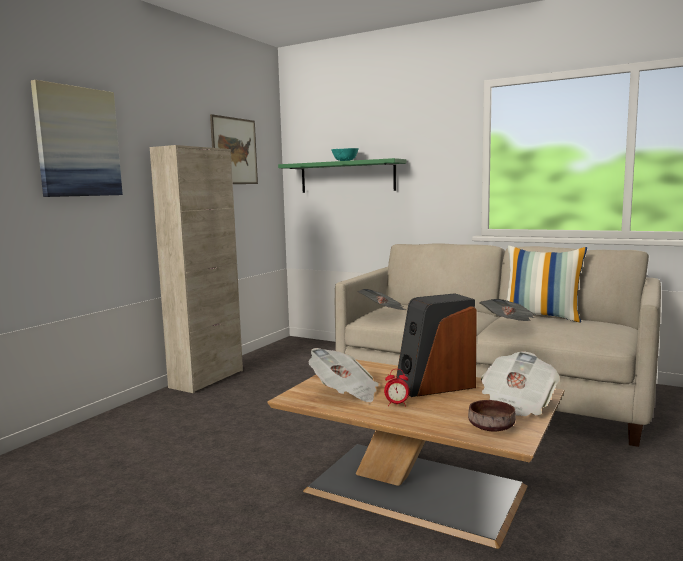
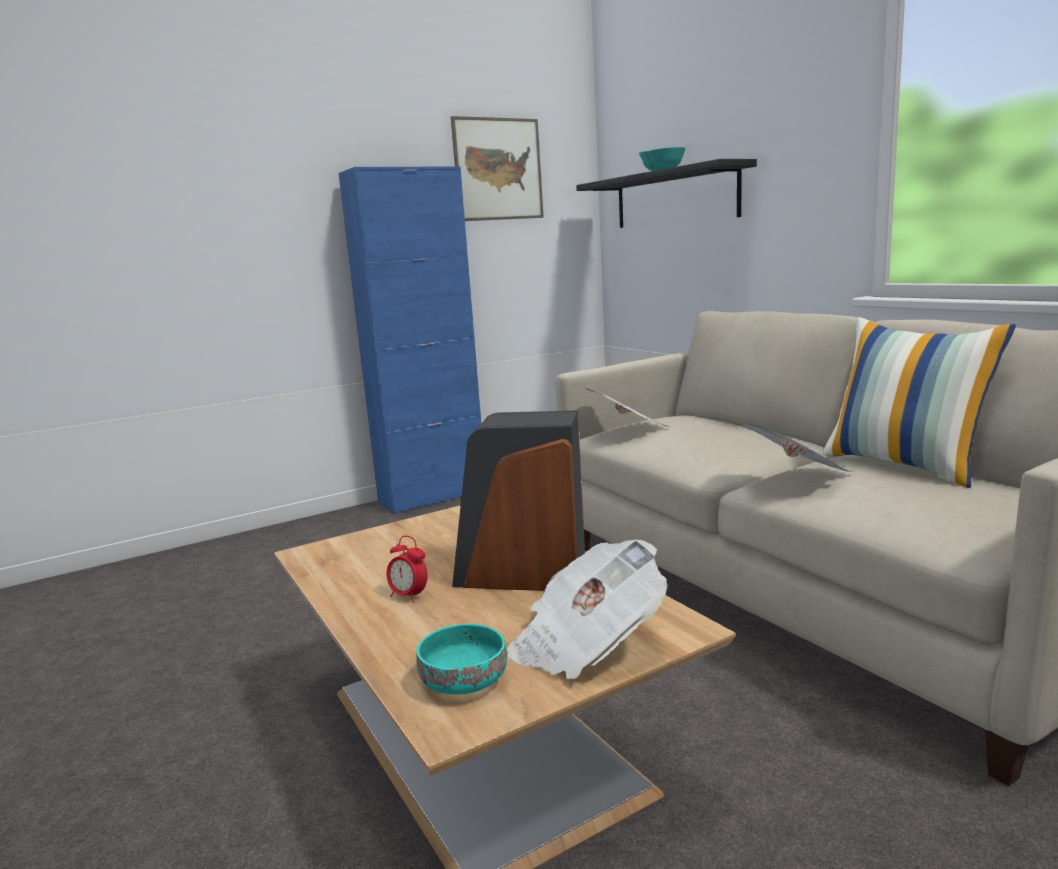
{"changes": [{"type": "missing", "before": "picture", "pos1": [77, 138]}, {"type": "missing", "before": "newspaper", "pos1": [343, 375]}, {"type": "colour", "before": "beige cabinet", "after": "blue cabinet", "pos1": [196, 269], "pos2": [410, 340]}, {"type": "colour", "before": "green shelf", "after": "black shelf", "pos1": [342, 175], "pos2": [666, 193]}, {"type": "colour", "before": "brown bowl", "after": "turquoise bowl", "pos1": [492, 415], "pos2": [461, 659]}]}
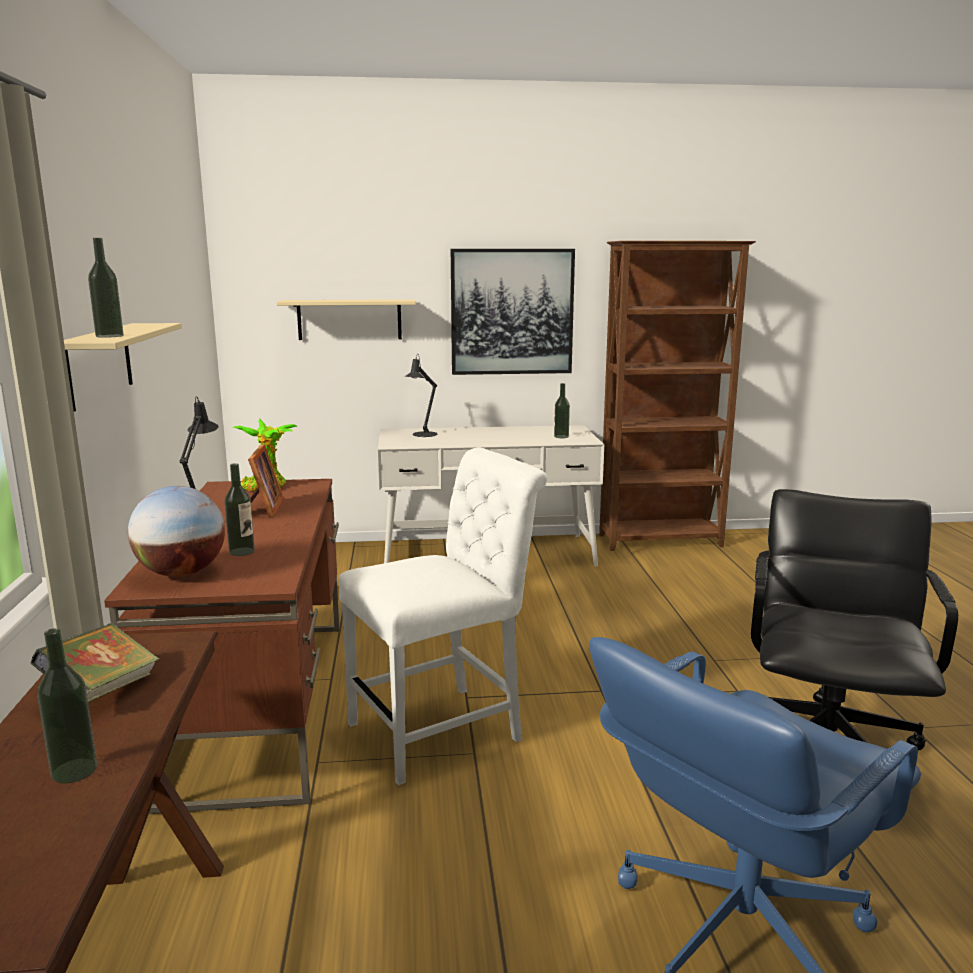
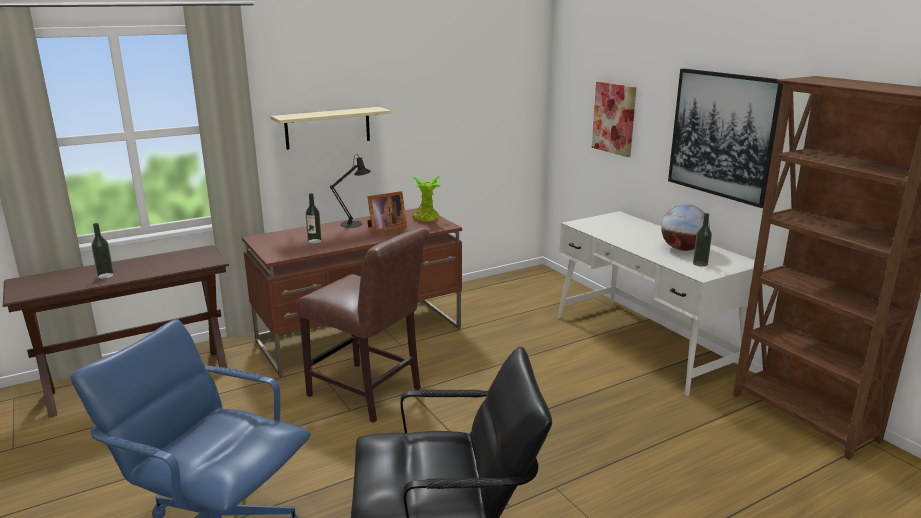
{"changes": [{"type": "missing", "before": "book", "pos1": [94, 663]}, {"type": "missing", "before": "bottle", "pos1": [106, 288]}, {"type": "missing", "before": "black table lamp", "pos1": [421, 395]}, {"type": "relocated", "before": "globe", "pos1": [176, 531], "pos2": [685, 227]}, {"type": "exchanged", "before": "beige shelf", "after": "picture", "pos1": [346, 319], "pos2": [614, 119]}, {"type": "colour", "before": "white chair", "after": "brown chair", "pos1": [443, 616], "pos2": [363, 325]}]}
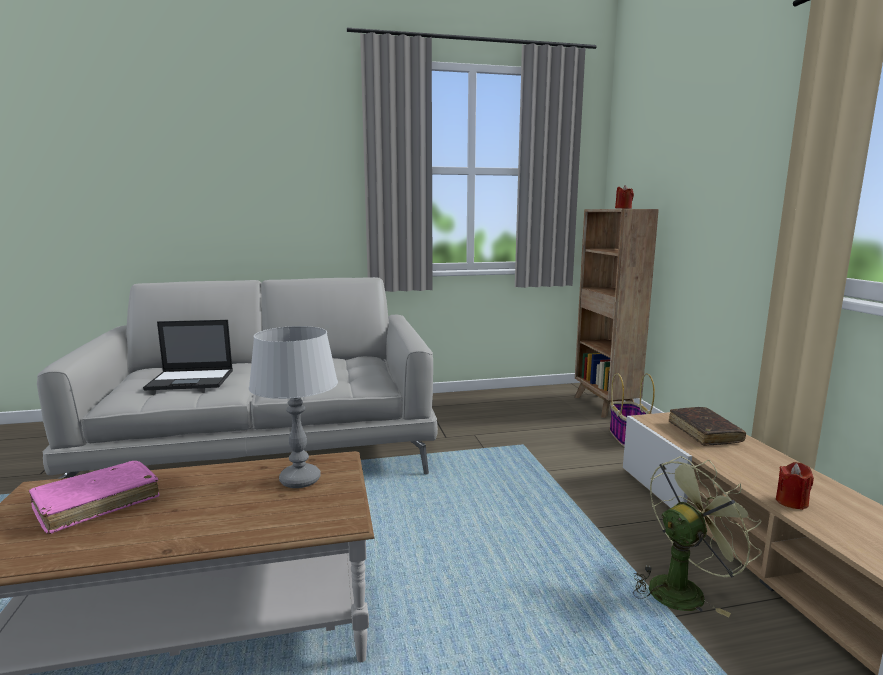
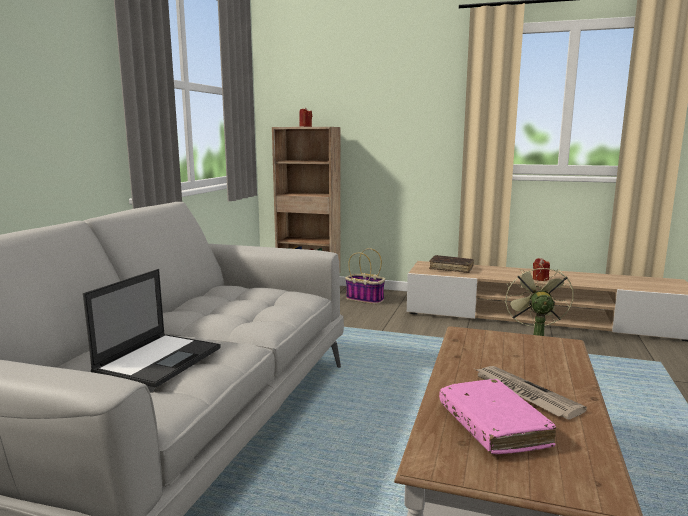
{"changes": [{"type": "missing", "before": "grey table lamp", "pos1": [293, 407]}, {"type": "appeared", "after": "newspaper", "pos2": [531, 393]}]}
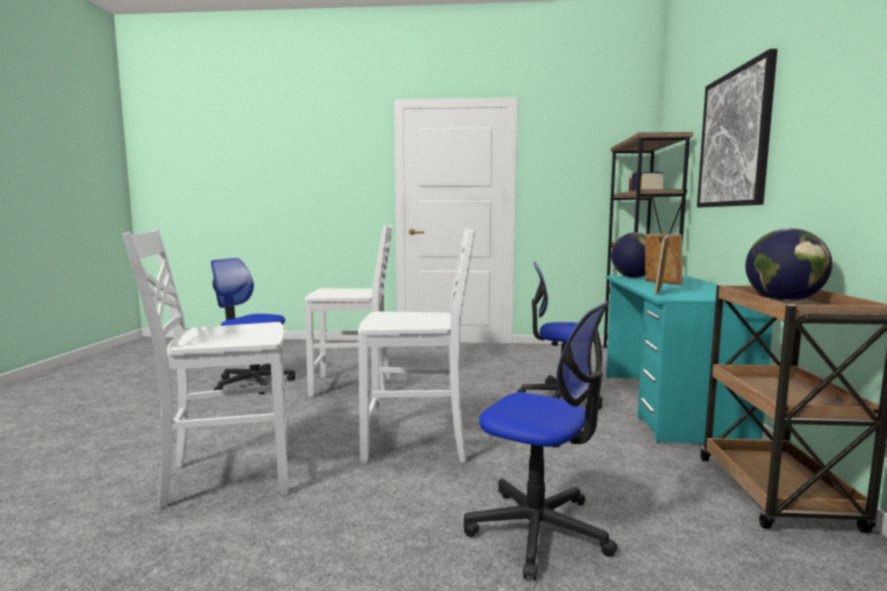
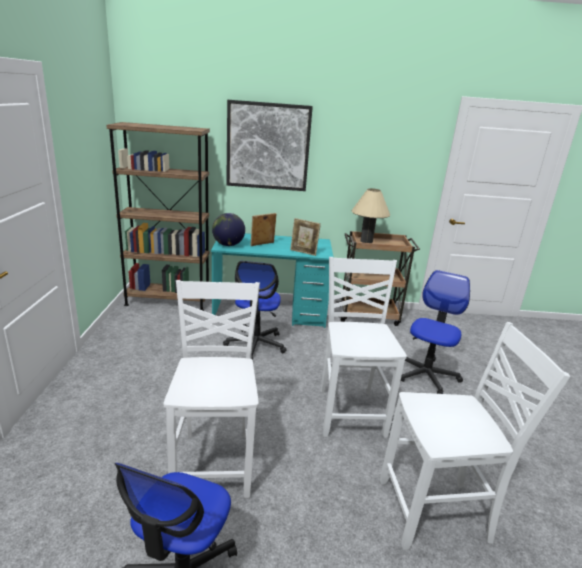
{"changes": [{"type": "exchanged", "before": "globe", "after": "beige table lamp", "pos1": [788, 264], "pos2": [370, 215]}, {"type": "spun", "before": "white chair", "pos1": [205, 369], "pos2": [475, 436], "turn": -75}]}
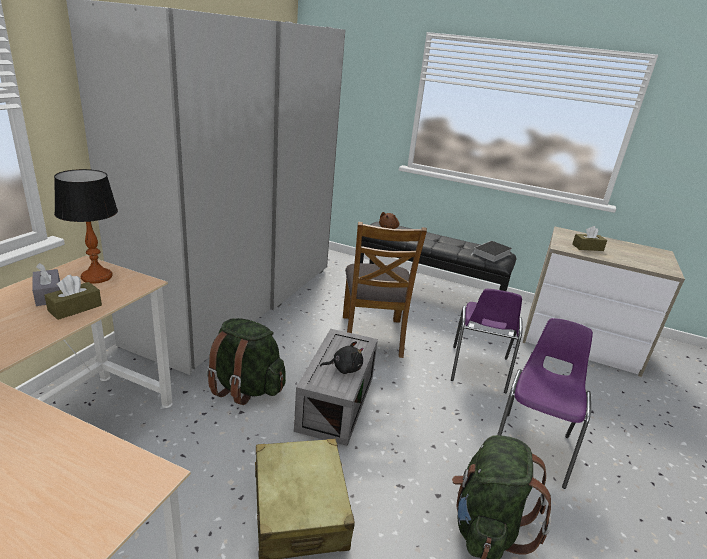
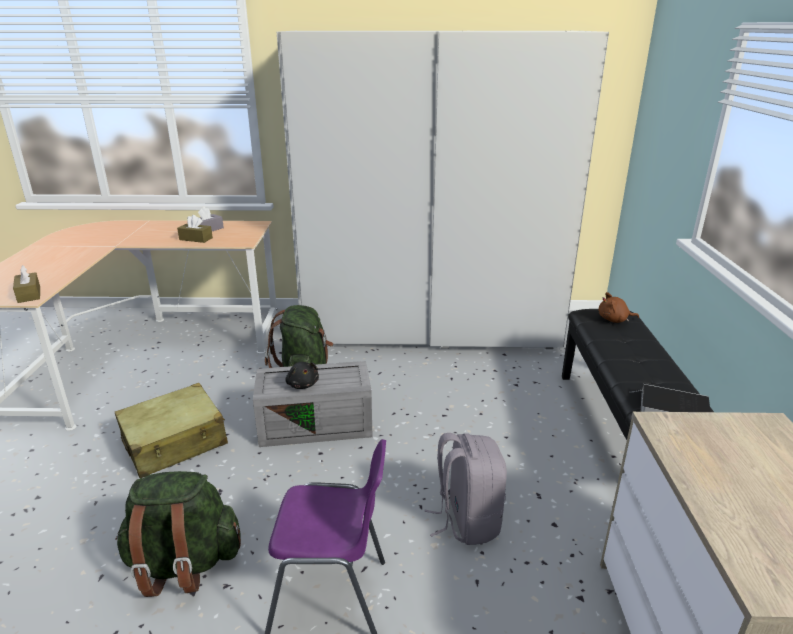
{"changes": [{"type": "missing", "before": "table lamp", "pos1": [86, 226]}, {"type": "missing", "before": "brown chair", "pos1": [385, 290]}, {"type": "relocated", "before": "brown tissue box", "pos1": [589, 238], "pos2": [26, 284]}, {"type": "exchanged", "before": "purple chair", "after": "grey backpack", "pos1": [487, 341], "pos2": [465, 489]}]}
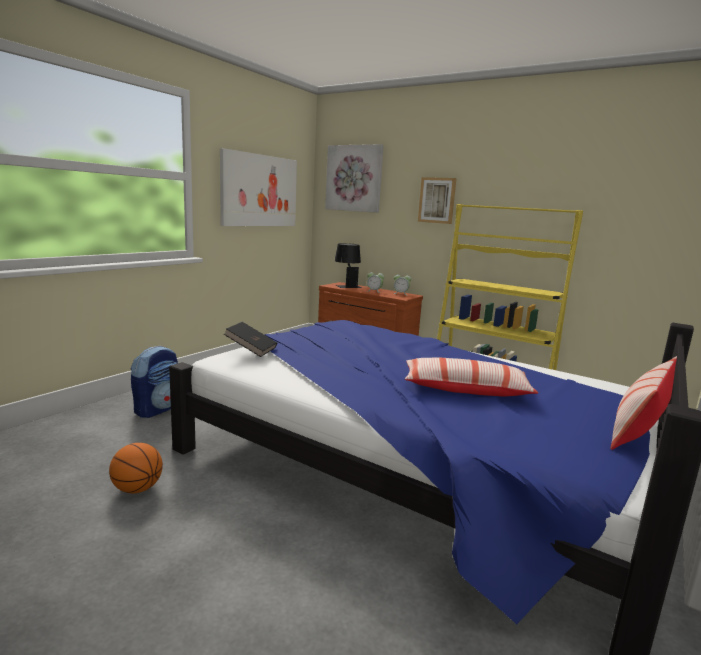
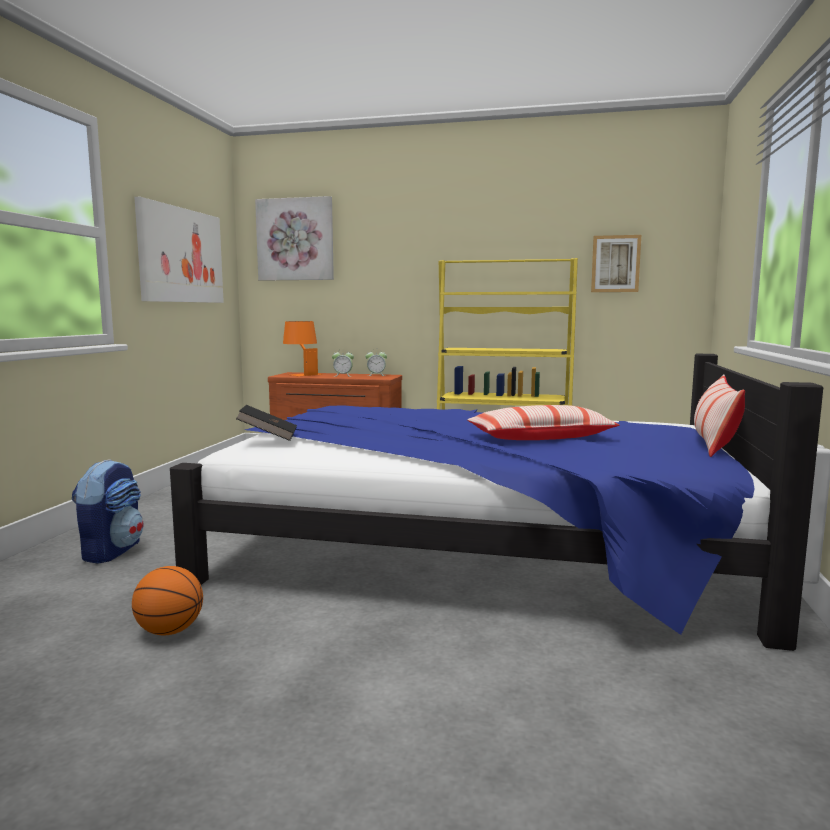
{"changes": [{"type": "relocated", "before": "picture", "pos1": [437, 200], "pos2": [616, 263]}, {"type": "colour", "before": "black table lamp", "after": "orange table lamp", "pos1": [348, 265], "pos2": [303, 348]}]}
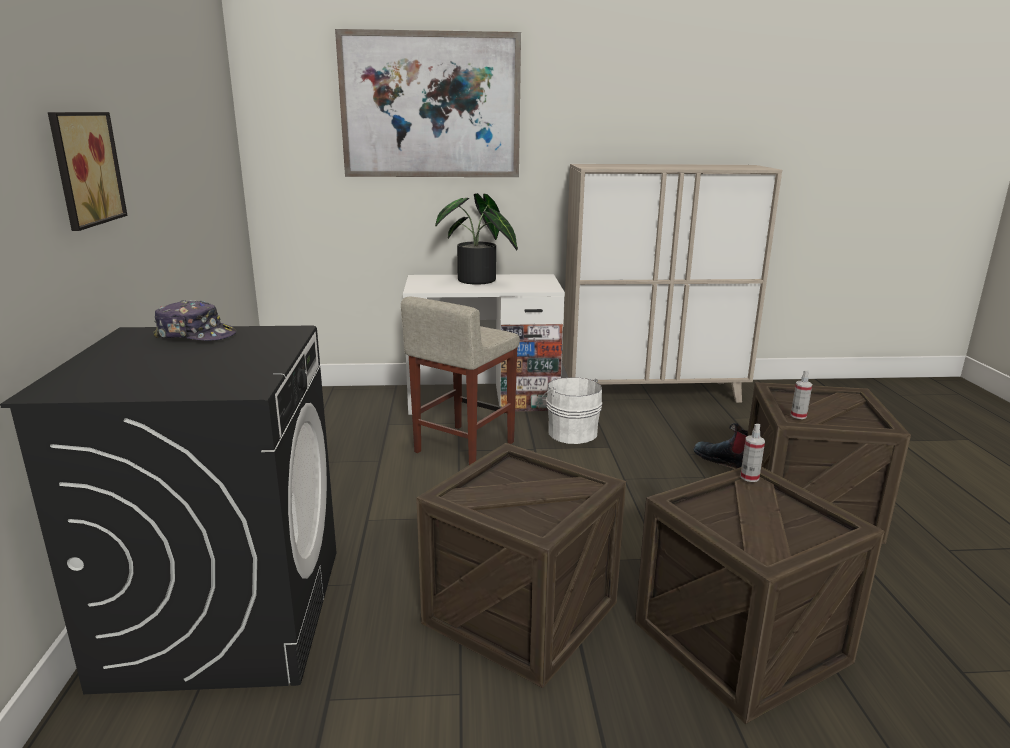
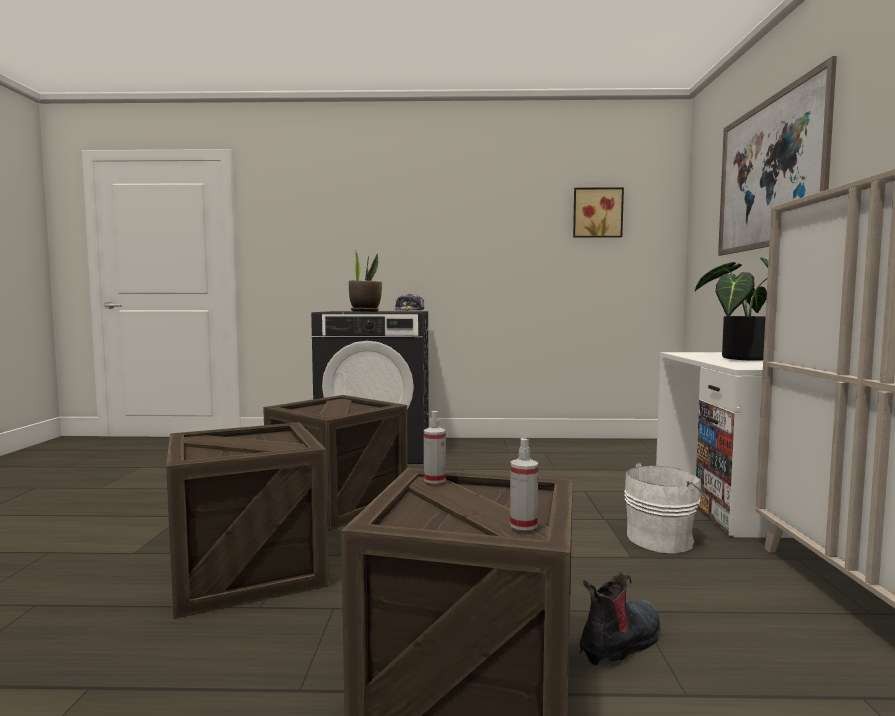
{"changes": [{"type": "missing", "before": "beige stool", "pos1": [460, 381]}, {"type": "appeared", "after": "potted plant", "pos2": [365, 281]}, {"type": "relocated", "before": "picture", "pos1": [88, 171], "pos2": [598, 212]}, {"type": "relocated", "before": "spray bottle", "pos1": [752, 453], "pos2": [524, 484]}]}
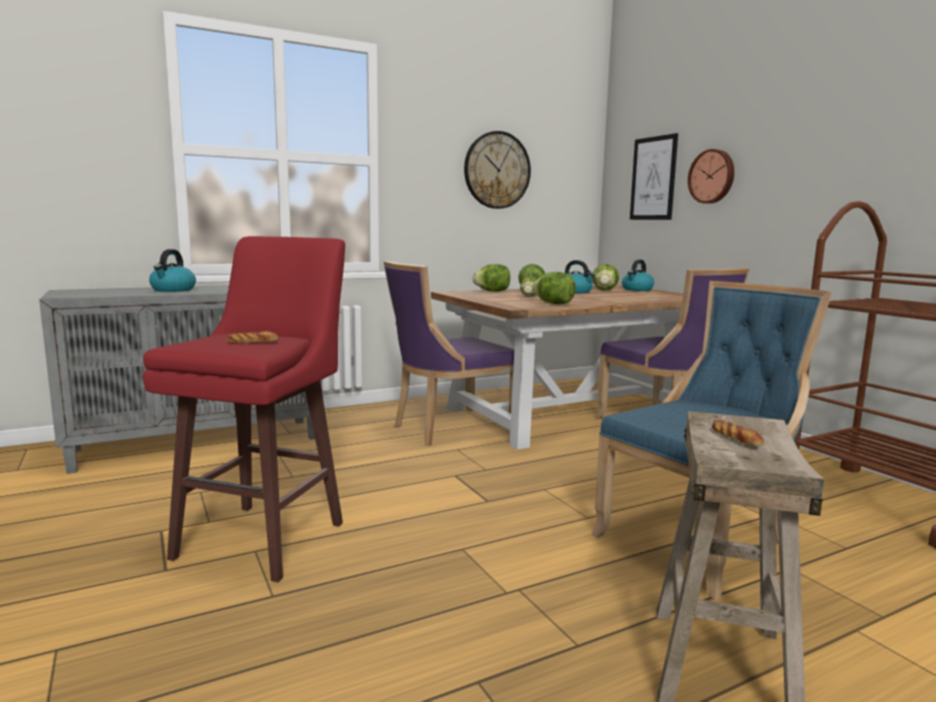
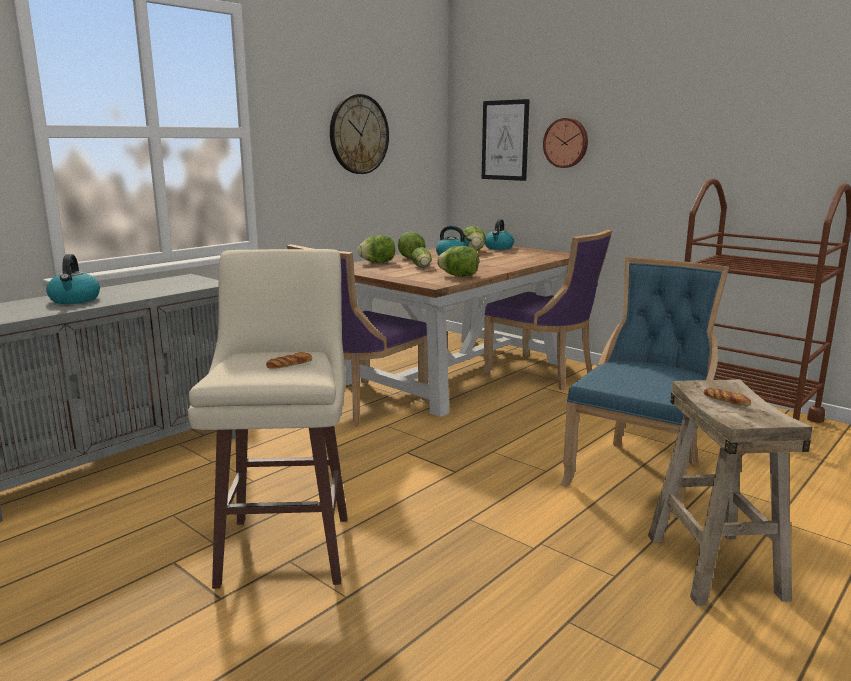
{"changes": [{"type": "colour", "before": "red stool", "after": "beige stool", "pos1": [244, 409], "pos2": [267, 419]}]}
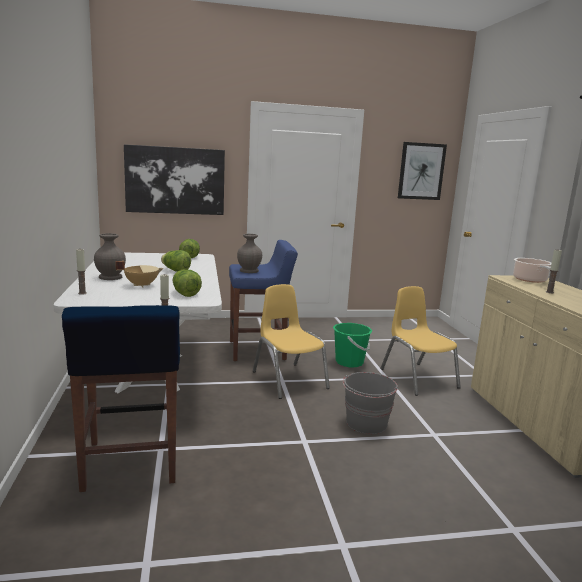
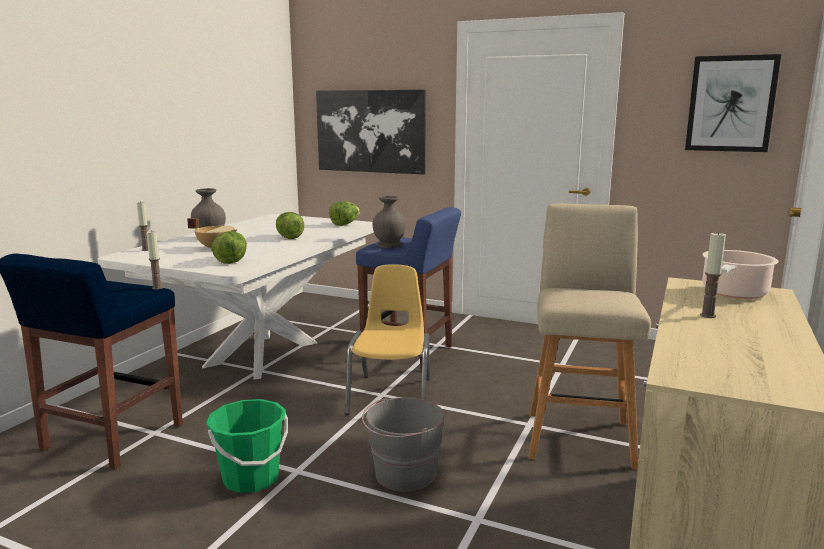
{"changes": [{"type": "relocated", "before": "green bucket", "pos1": [353, 345], "pos2": [247, 446]}, {"type": "exchanged", "before": "yellow chair", "after": "beige stool", "pos1": [420, 341], "pos2": [589, 337]}]}
